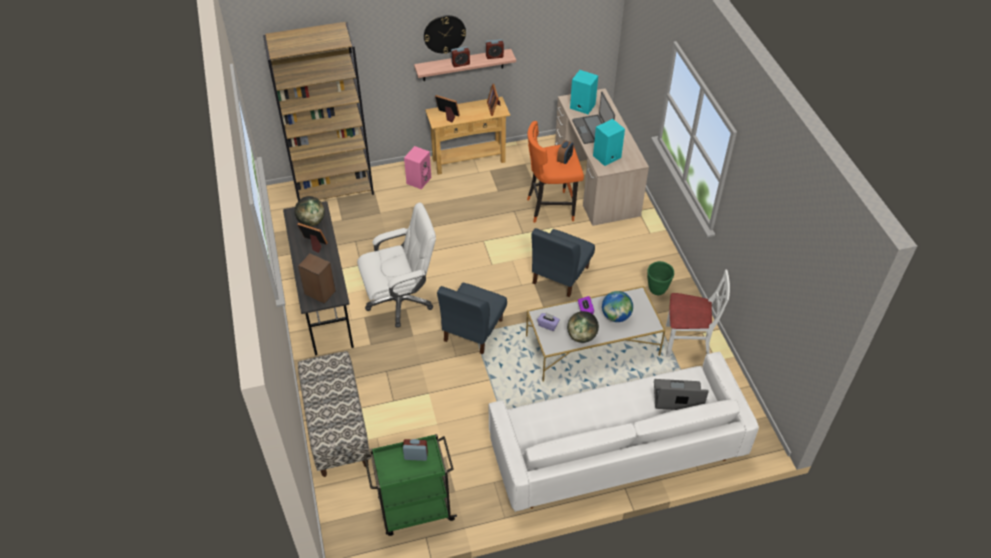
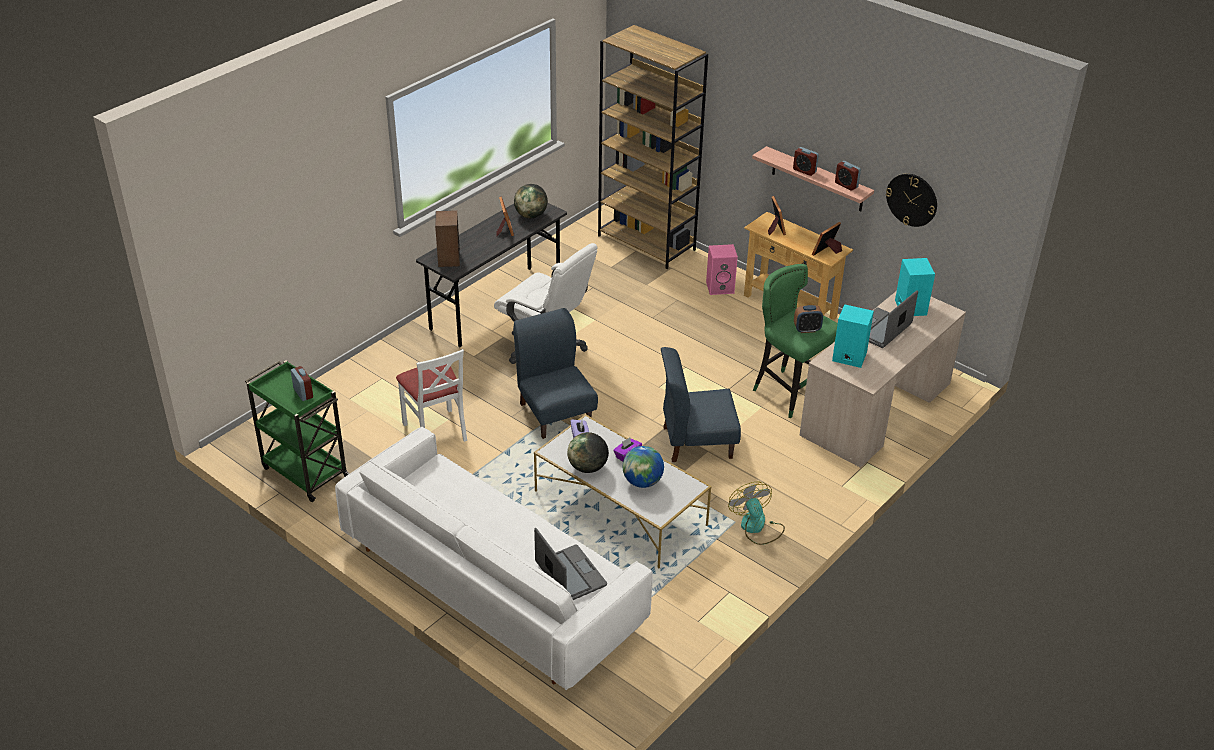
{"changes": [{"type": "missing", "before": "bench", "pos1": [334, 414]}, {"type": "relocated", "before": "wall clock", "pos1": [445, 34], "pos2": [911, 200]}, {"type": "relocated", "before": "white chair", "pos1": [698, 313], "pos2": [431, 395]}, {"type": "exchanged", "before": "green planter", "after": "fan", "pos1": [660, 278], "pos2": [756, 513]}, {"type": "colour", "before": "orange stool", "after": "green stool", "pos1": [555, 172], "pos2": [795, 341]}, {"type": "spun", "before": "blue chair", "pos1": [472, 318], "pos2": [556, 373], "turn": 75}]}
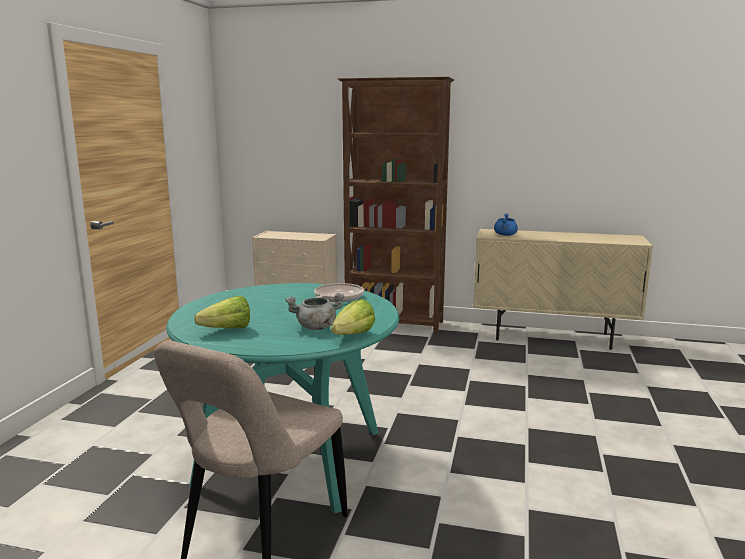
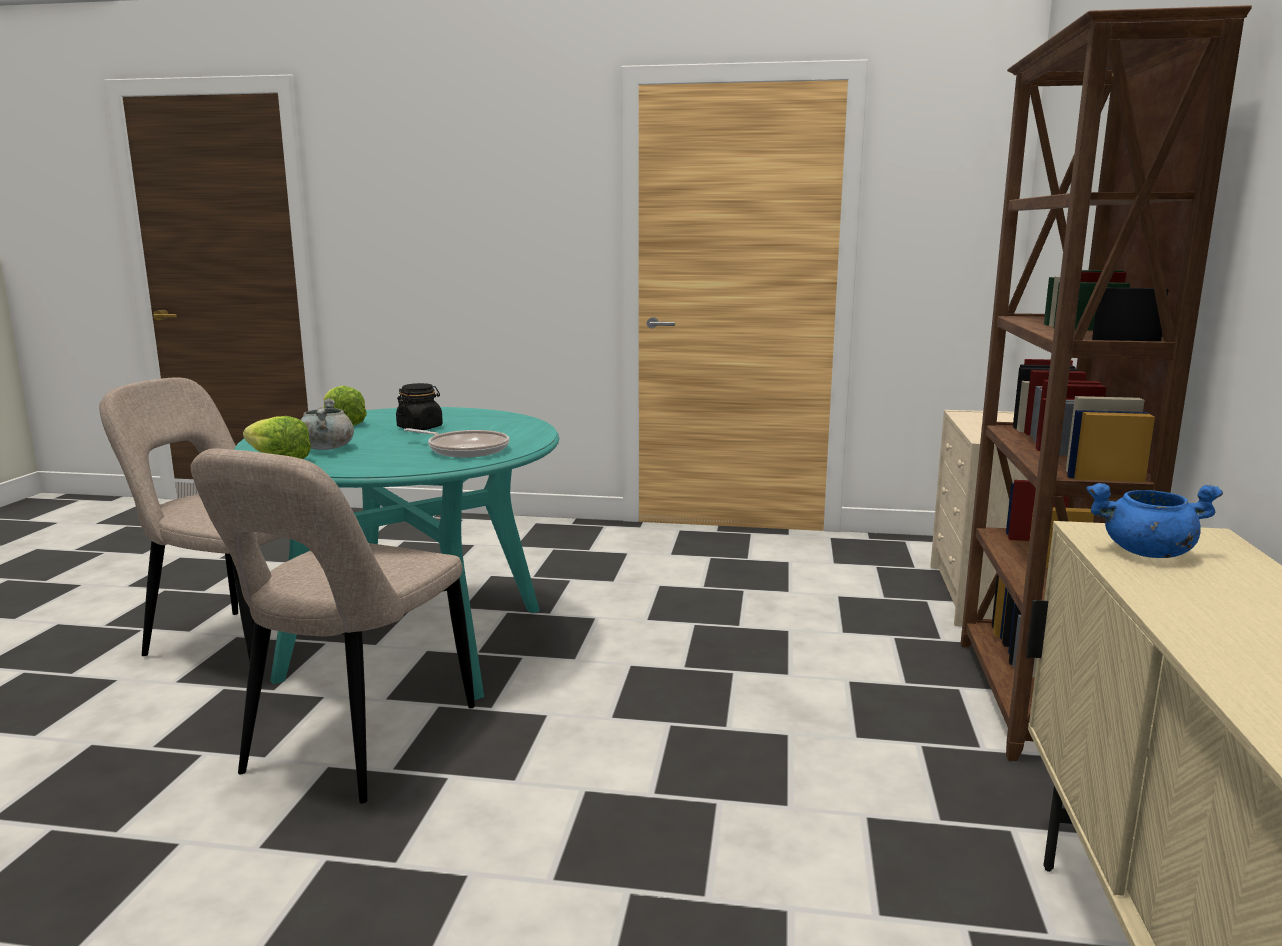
{"changes": [{"type": "appeared", "after": "beige chair", "pos2": [333, 626]}, {"type": "appeared", "after": "black jar", "pos2": [419, 406]}]}
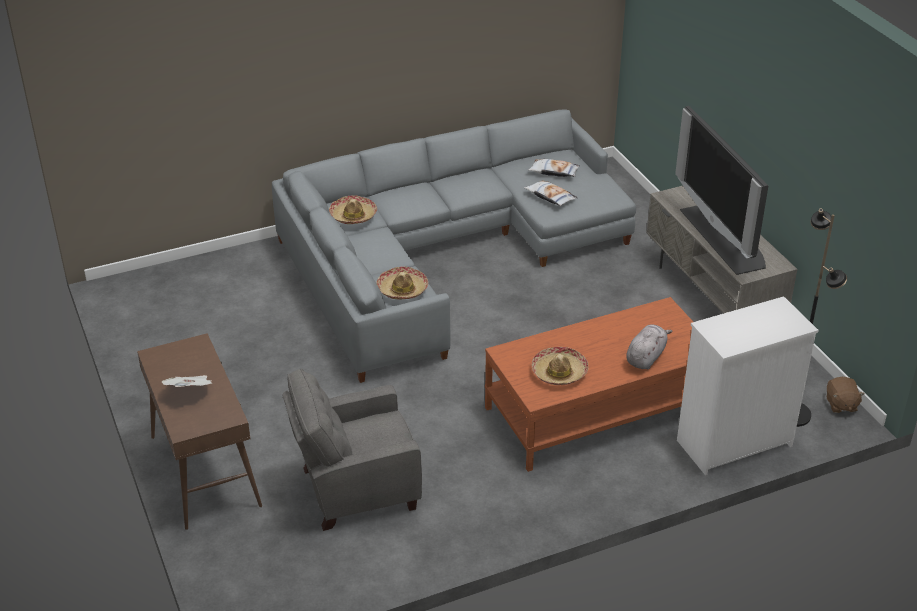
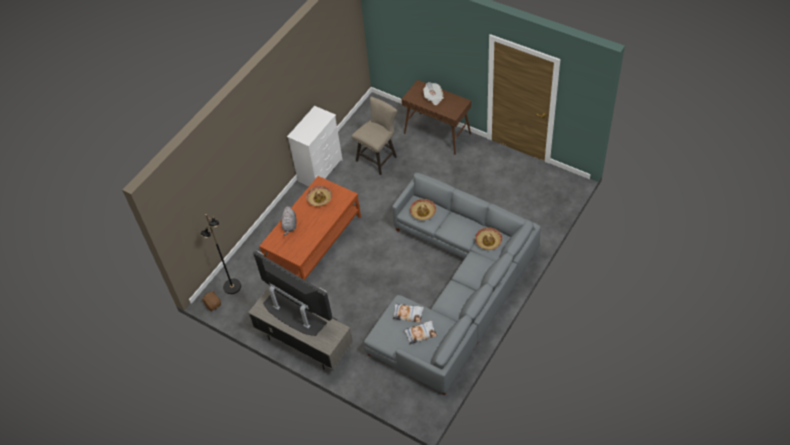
{"changes": [{"type": "relocated", "before": "white dresser", "pos1": [748, 385], "pos2": [314, 146]}, {"type": "exchanged", "before": "grey armchair", "after": "beige stool", "pos1": [352, 450], "pos2": [374, 136]}]}
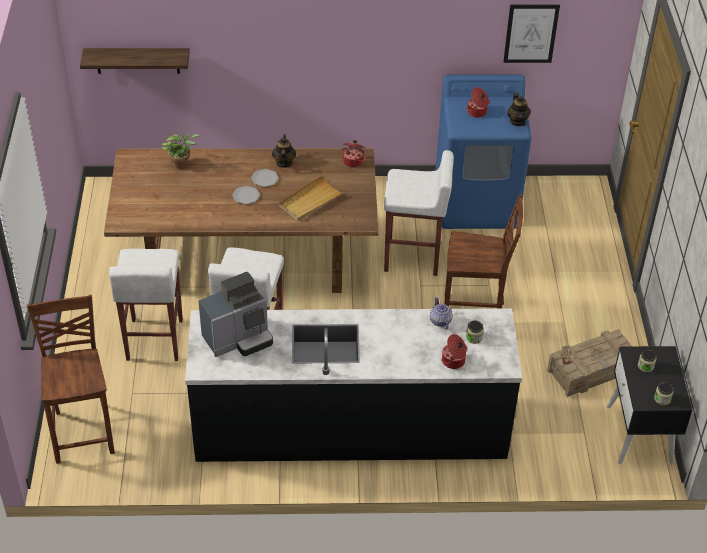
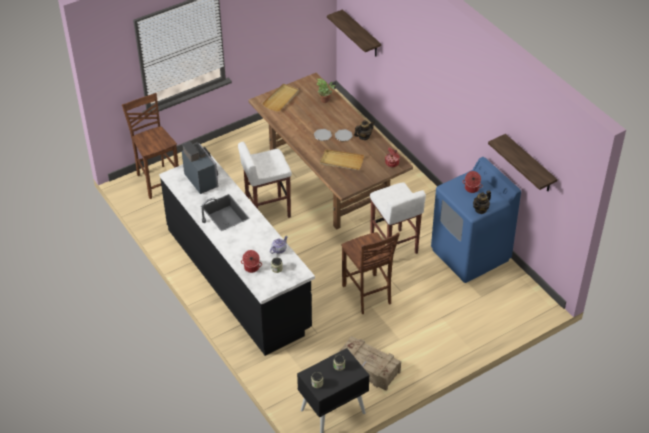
{"changes": [{"type": "missing", "before": "white stool", "pos1": [146, 305]}, {"type": "appeared", "after": "beige tray", "pos2": [280, 97]}, {"type": "exchanged", "before": "picture", "after": "shelf", "pos1": [531, 33], "pos2": [523, 162]}, {"type": "spun", "before": "brown chair", "pos1": [71, 379], "pos2": [150, 146], "turn": -75}, {"type": "spun", "before": "coffee machine", "pos1": [235, 314], "pos2": [200, 168], "turn": -150}]}
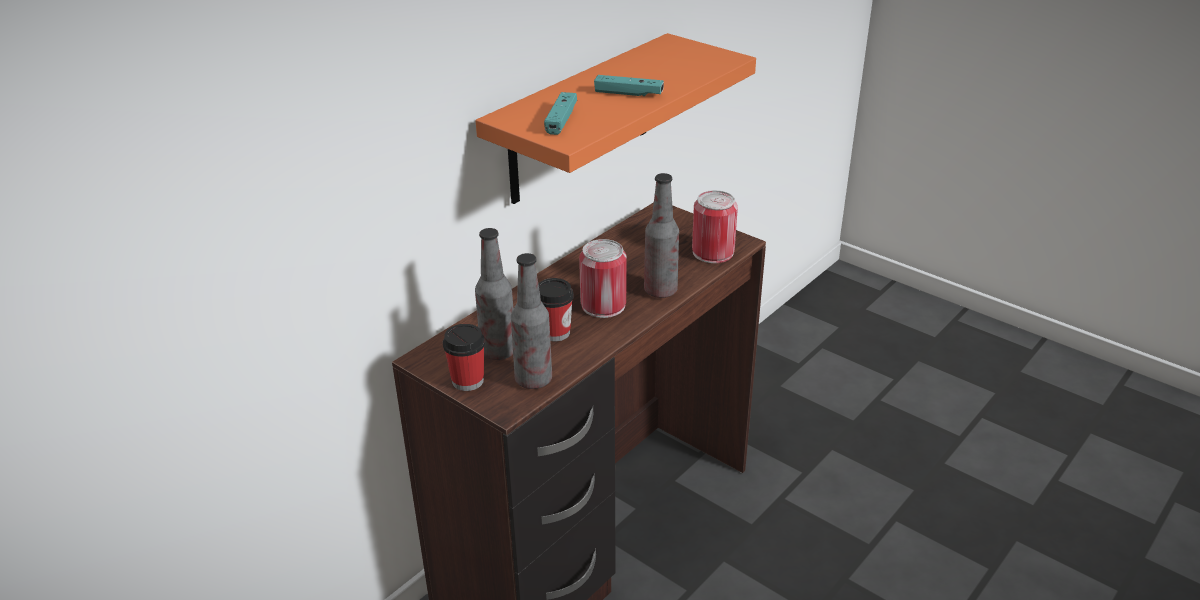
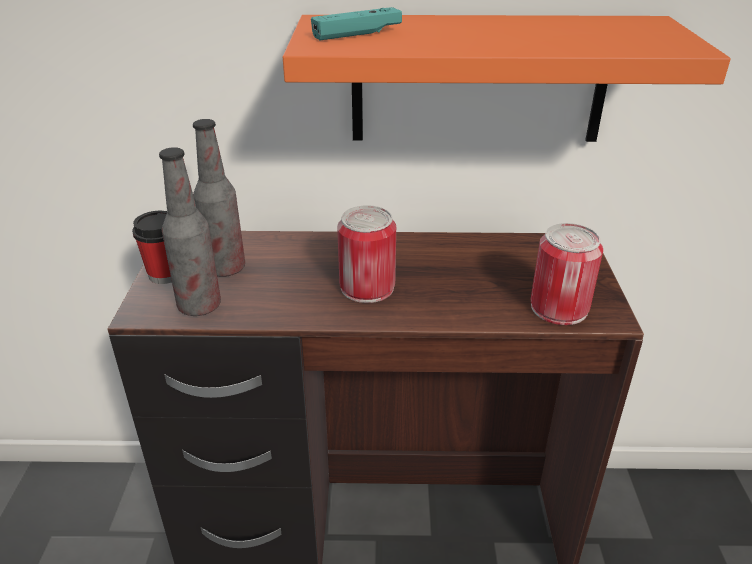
{"changes": [{"type": "missing", "before": "cup", "pos1": [556, 310]}, {"type": "missing", "before": "turquoise game controller", "pos1": [629, 85]}, {"type": "missing", "before": "bottle", "pos1": [661, 235]}]}
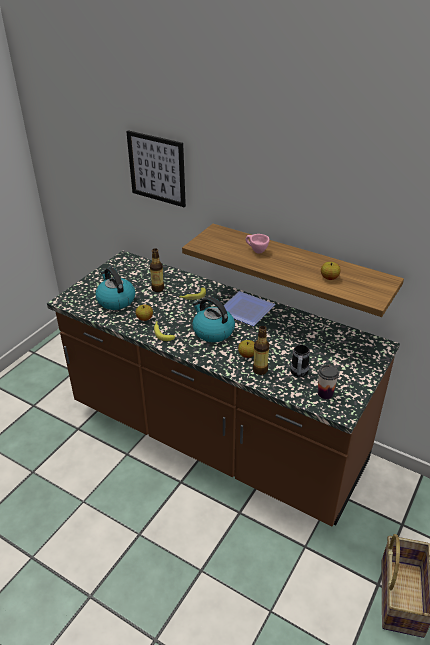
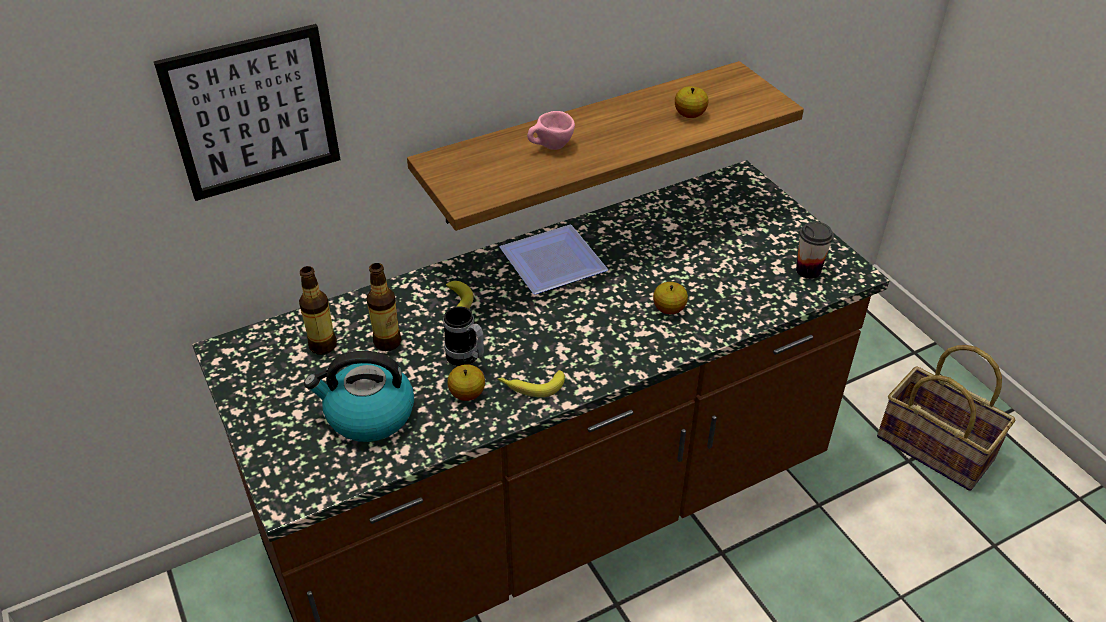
{"changes": [{"type": "missing", "before": "kettle", "pos1": [213, 319]}, {"type": "relocated", "before": "bottle", "pos1": [261, 350], "pos2": [318, 310]}, {"type": "relocated", "before": "mug", "pos1": [300, 360], "pos2": [464, 336]}]}
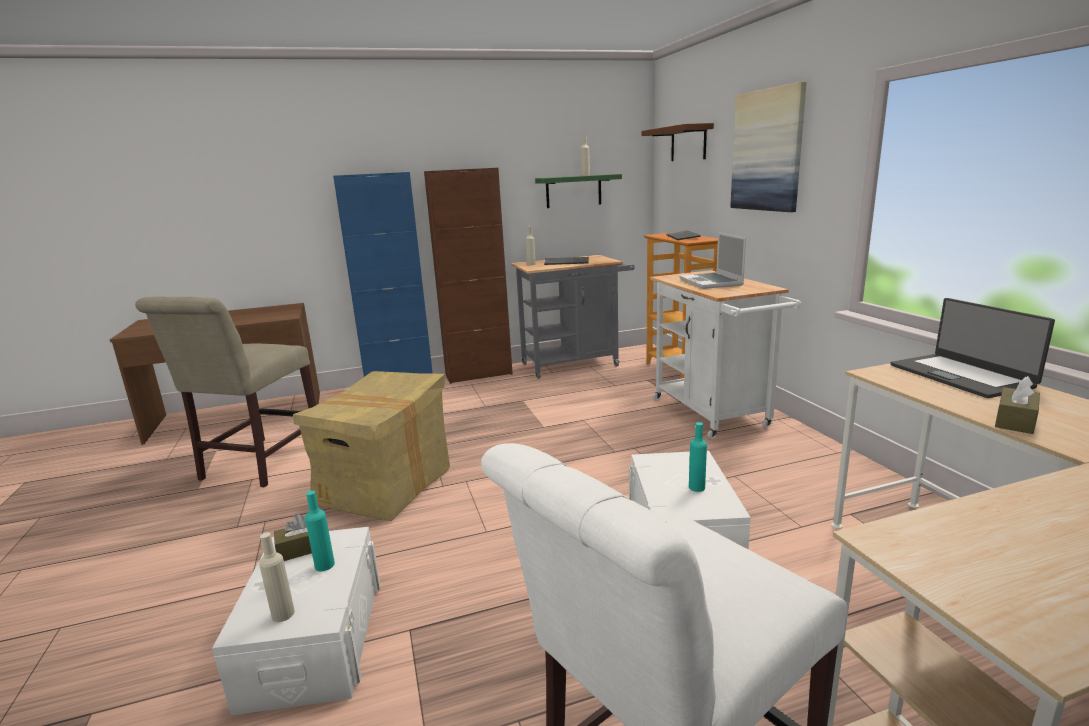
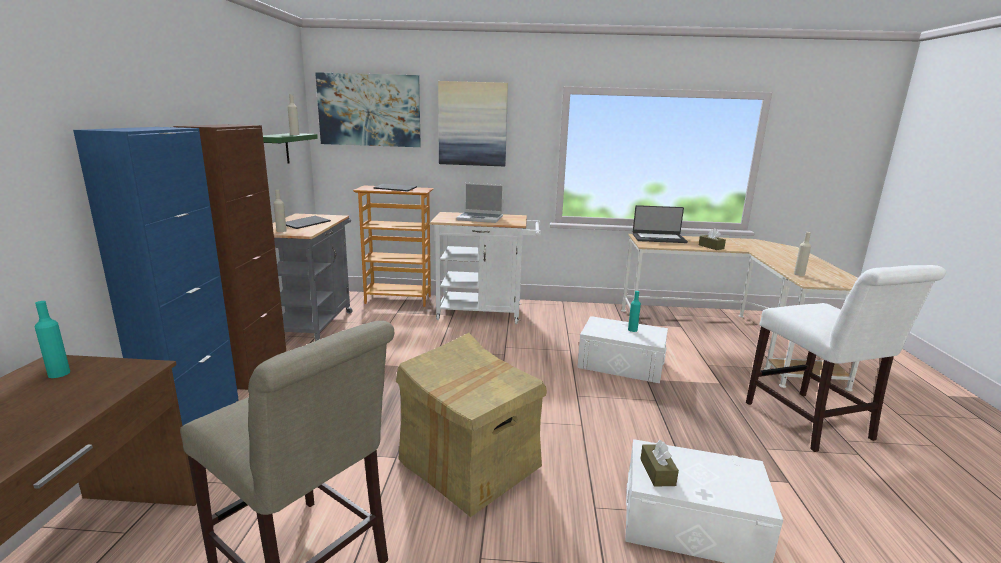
{"changes": [{"type": "relocated", "before": "beige bottle", "pos1": [277, 577], "pos2": [802, 254]}, {"type": "relocated", "before": "turquoise bottle", "pos1": [320, 531], "pos2": [52, 339]}, {"type": "exchanged", "before": "brown shelf", "after": "picture", "pos1": [678, 142], "pos2": [368, 109]}]}
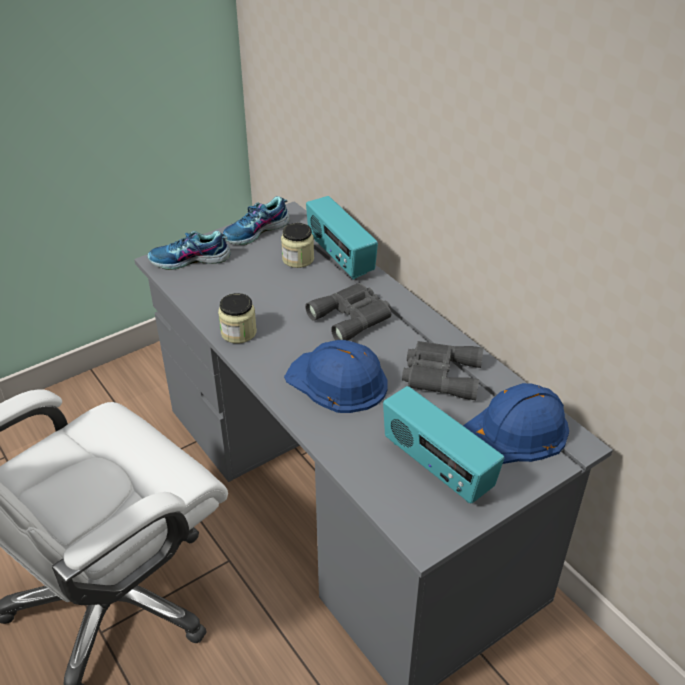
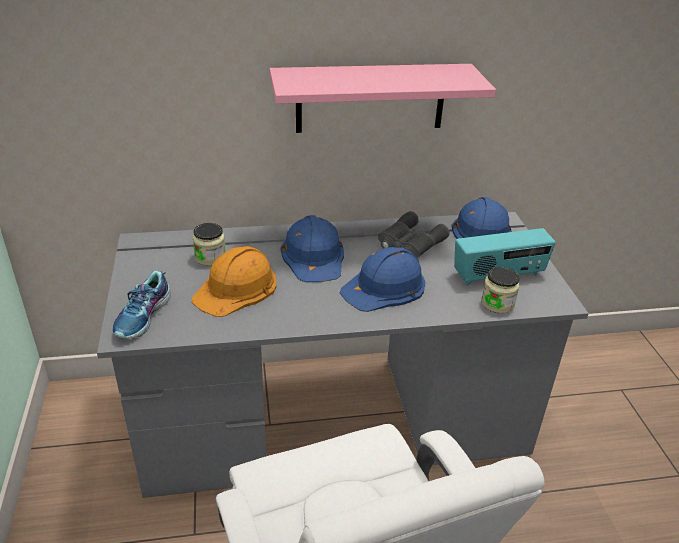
{"changes": [{"type": "missing", "before": "shoe", "pos1": [256, 220]}, {"type": "missing", "before": "radio", "pos1": [342, 238]}, {"type": "appeared", "after": "orange hard hat", "pos2": [234, 281]}, {"type": "appeared", "after": "pink shelf", "pos2": [383, 98]}, {"type": "relocated", "before": "jar", "pos1": [237, 318], "pos2": [500, 290]}, {"type": "exchanged", "before": "grey binoculars", "after": "blue hard hat", "pos1": [348, 312], "pos2": [312, 248]}]}
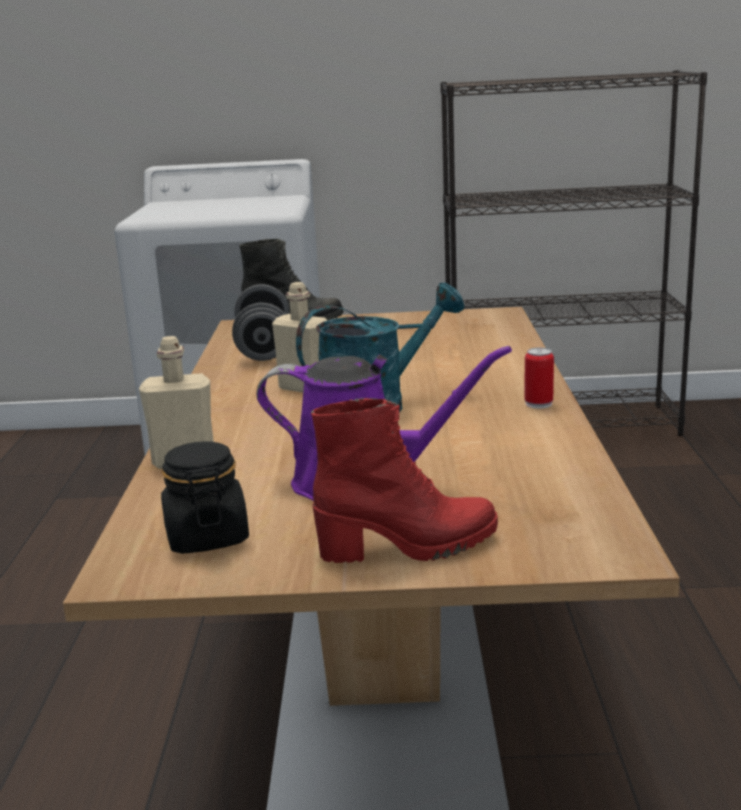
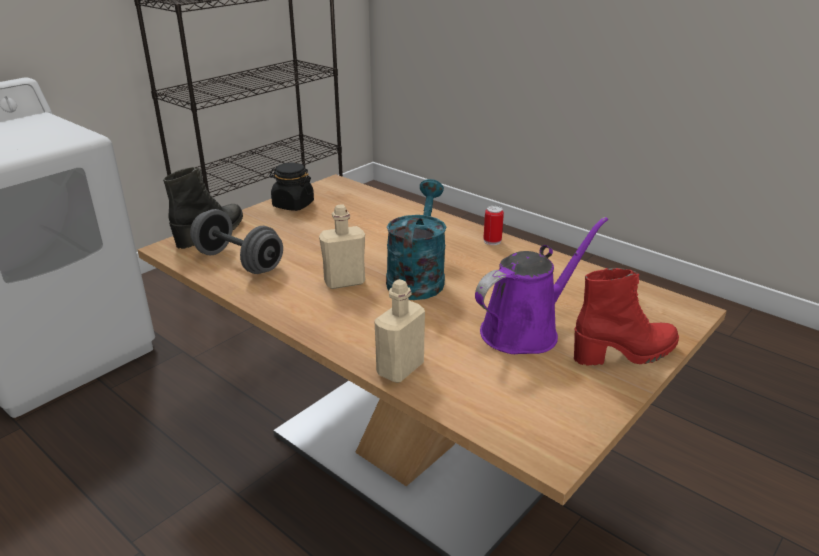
{"changes": [{"type": "relocated", "before": "black jar", "pos1": [205, 498], "pos2": [292, 187]}, {"type": "spun", "before": "red boot", "pos1": [404, 480], "pos2": [626, 316], "turn": 45}]}
